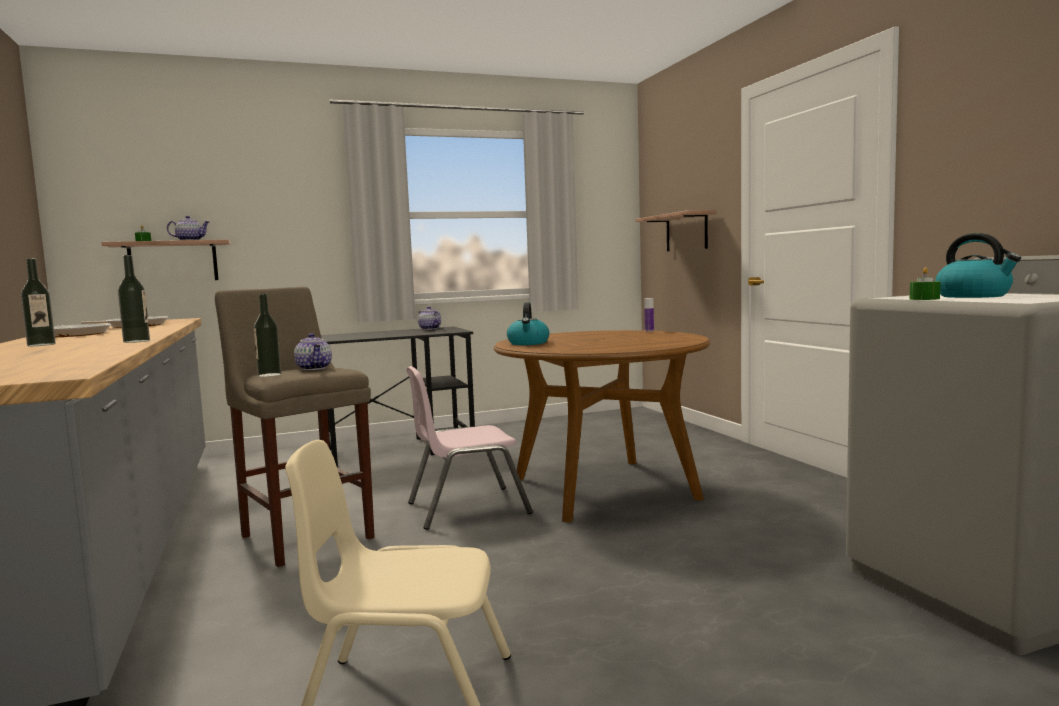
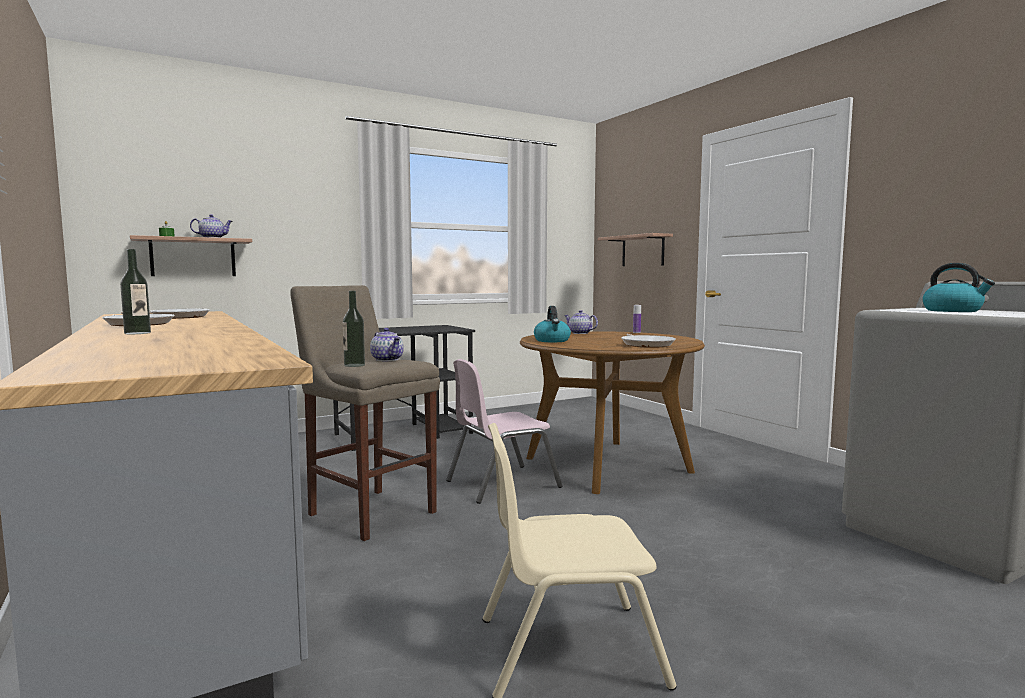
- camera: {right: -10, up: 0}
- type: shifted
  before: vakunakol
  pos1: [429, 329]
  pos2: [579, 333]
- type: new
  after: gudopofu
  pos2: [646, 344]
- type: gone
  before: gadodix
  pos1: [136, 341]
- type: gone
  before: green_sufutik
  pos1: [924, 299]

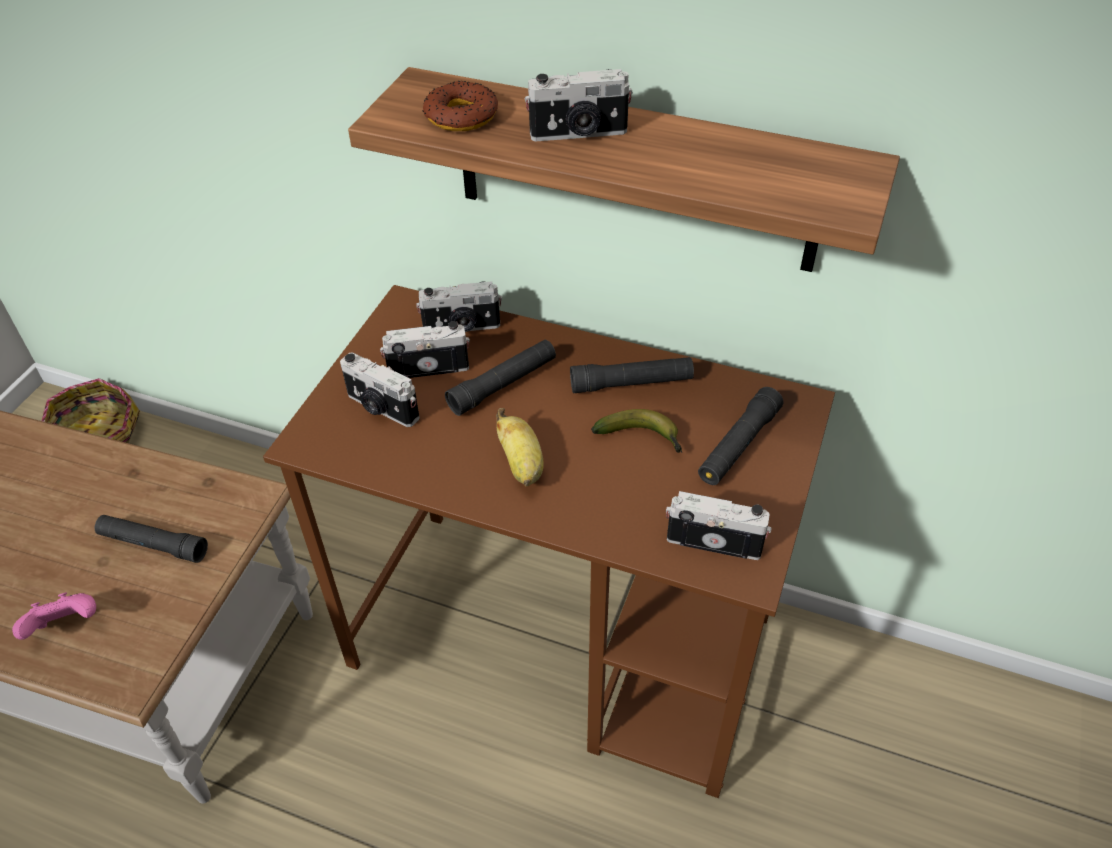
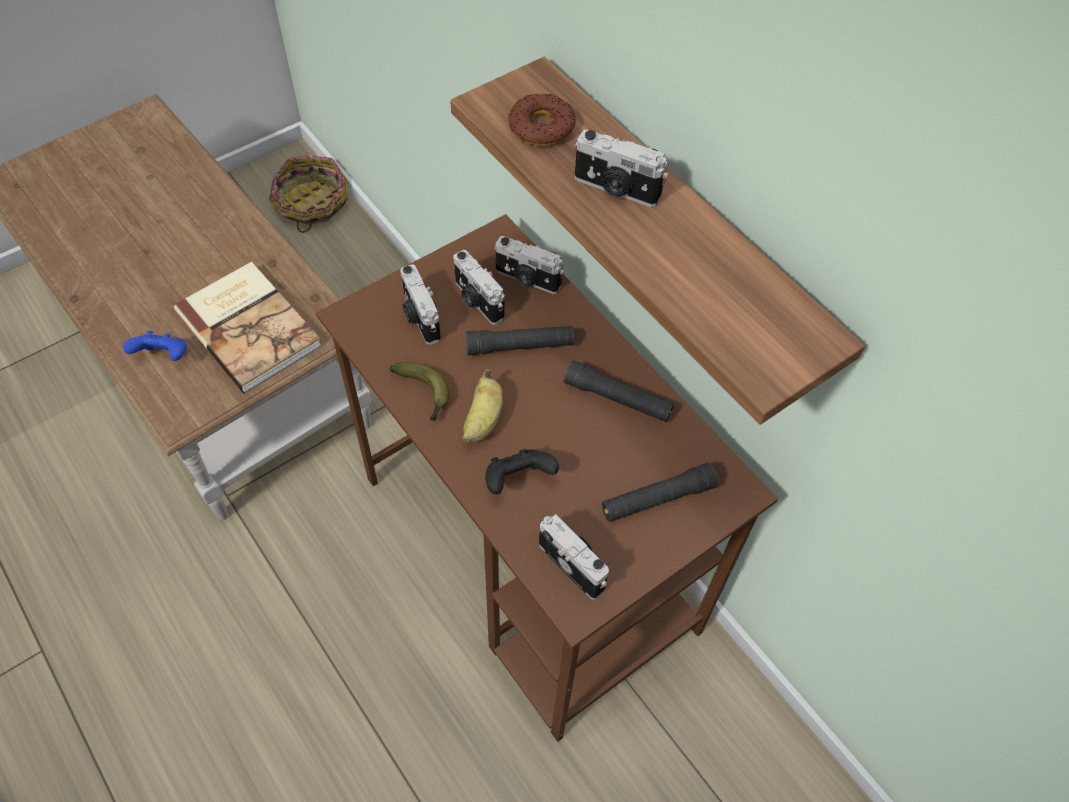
- camera: {right: 30, up: 10}
- type: repainted
  before: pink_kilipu
  after: blue_kilipu
  pos1: [66, 626]
  pos2: [164, 357]
- type: swapped
  before: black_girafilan
  after: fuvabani
  pos1: [153, 544]
  pos2: [250, 327]
- type: shifted
  before: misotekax
  pos1: [642, 438]
  pos2: [424, 394]
- type: rotated
  before: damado
  pos1: [428, 367]
  pos2: [477, 301]
  turn: -150
- type: new
  after: black_kilipu
  pos2: [518, 480]

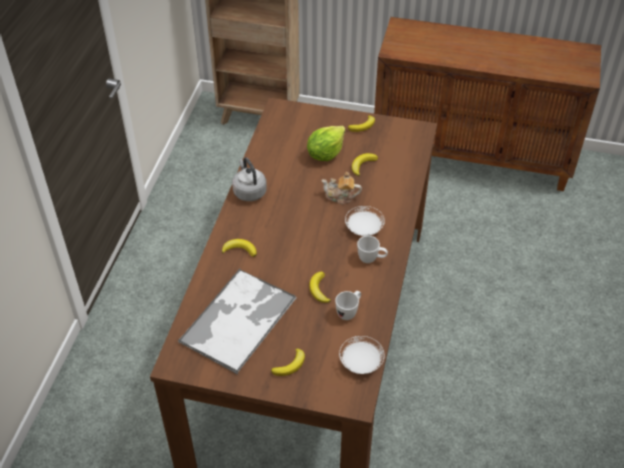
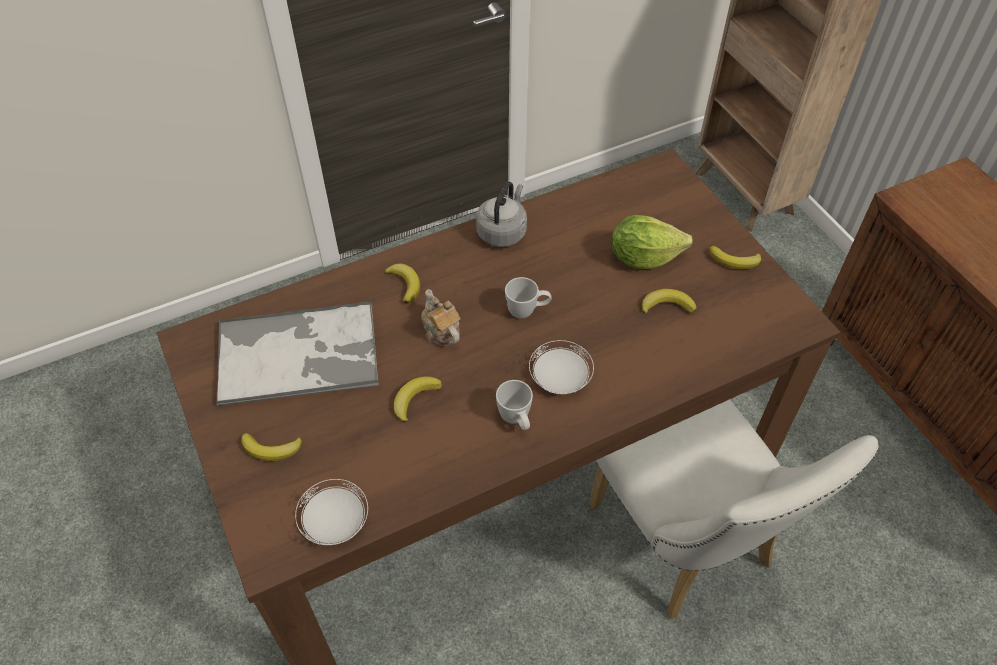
- camera: {right: 50, up: 5}
- type: shifted
  before: vakunakol
  pos1: [340, 196]
  pos2: [441, 331]
- type: shifted
  before: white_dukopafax
  pos1: [349, 312]
  pos2: [527, 311]
- type: new
  after: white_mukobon
  pos2: [688, 545]

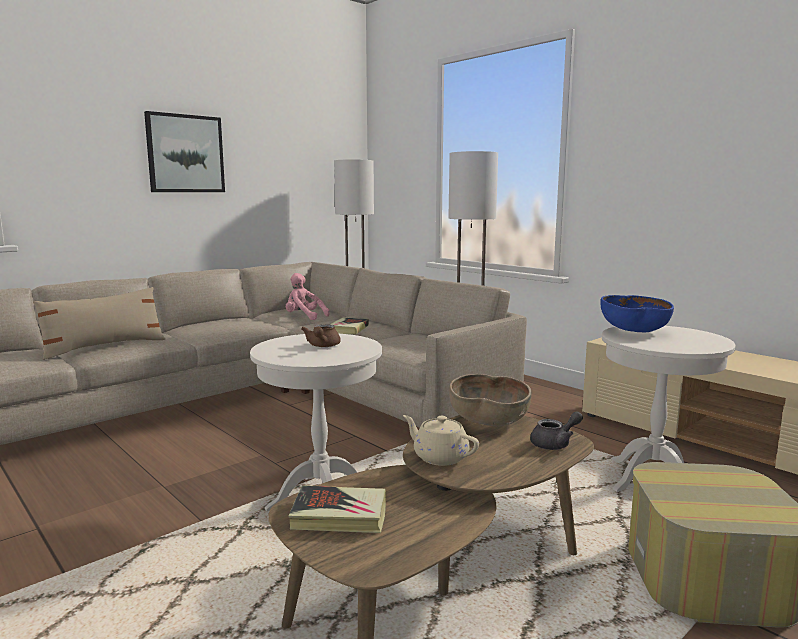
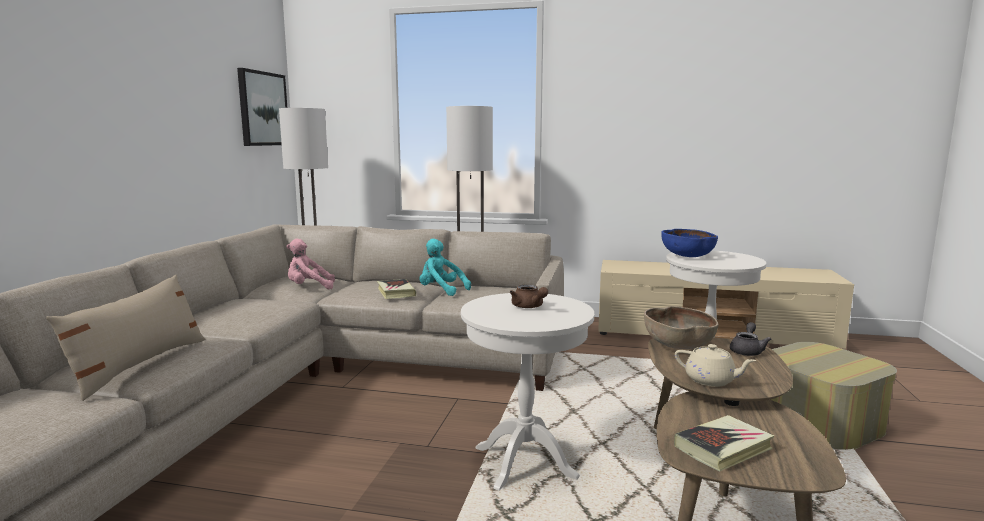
- camera: {right: -35, up: 0}
- type: shifted
  before: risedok
  pos1: [185, 154]
  pos2: [262, 109]
- type: new
  after: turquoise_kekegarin
  pos2: [441, 291]
- type: rotated
  before: beige_vakunakol
  pos1: [439, 457]
  pos2: [711, 380]
  turn: -150

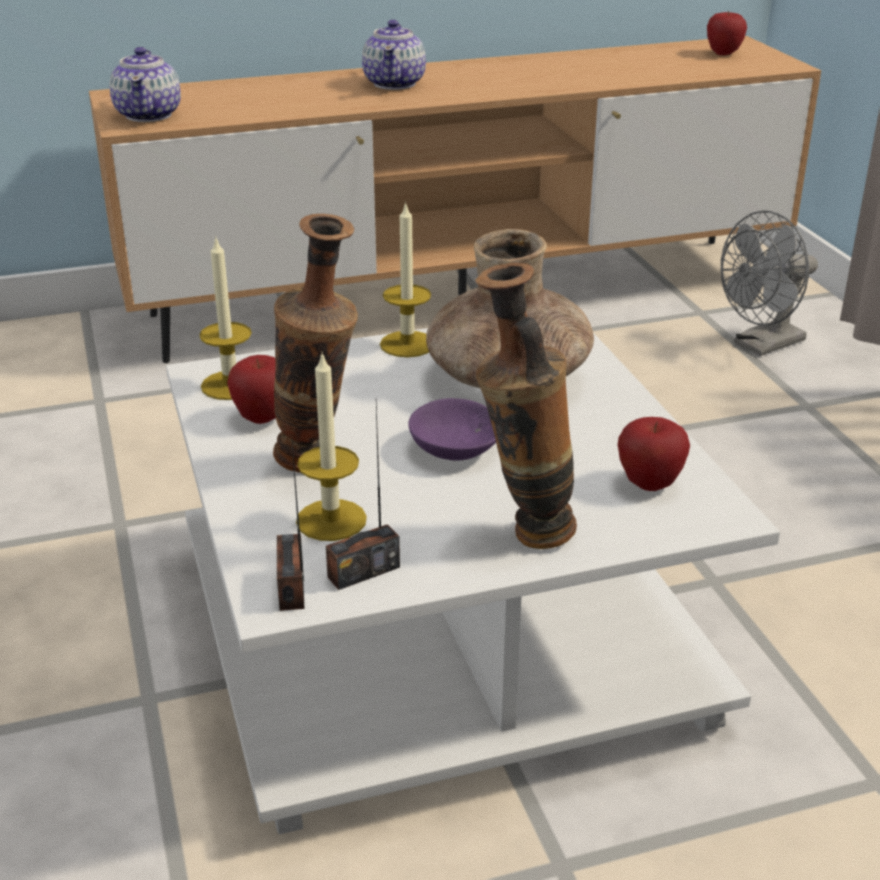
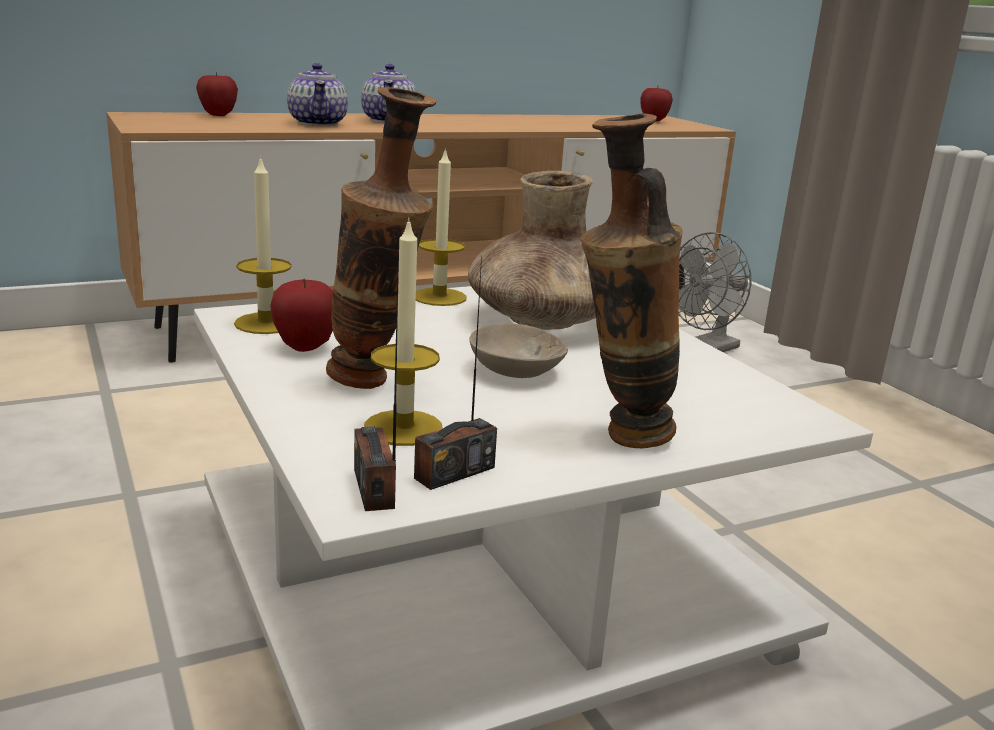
- camera: {right: -10, up: -10}
- type: shifted
  before: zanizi
  pos1: [649, 484]
  pos2: [218, 115]
- type: shifted
  before: vakunakol
  pos1: [149, 115]
  pos2: [318, 123]
- type: repainted
  before: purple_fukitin
  after: beige_fukitin
  pos1: [452, 448]
  pos2: [512, 370]

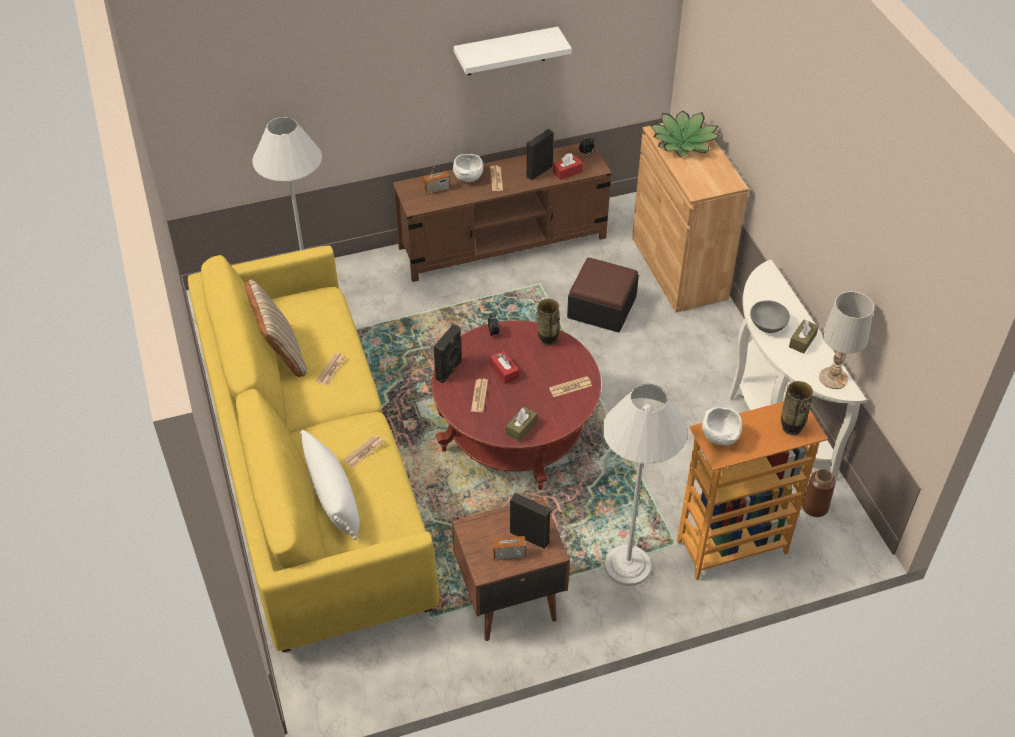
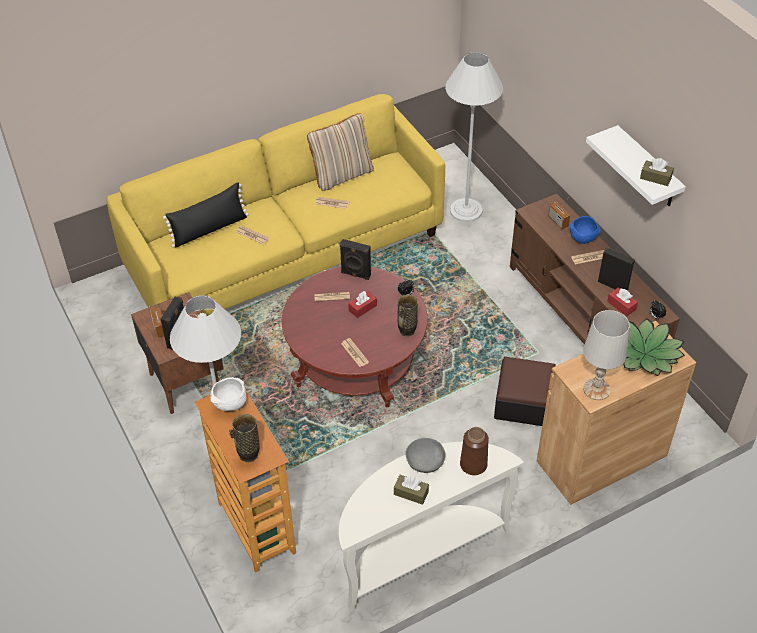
- camera: {right: 80, up: 0}
- type: repainted
  before: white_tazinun
  after: black_tazinun
  pos1: [333, 497]
  pos2: [209, 229]
- type: shifted
  before: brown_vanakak
  pos1: [815, 507]
  pos2: [473, 465]
- type: repainted
  before: white_fukitin
  after: blue_fukitin
  pos1: [468, 177]
  pos2: [583, 239]
- type: shifted
  before: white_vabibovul
  pos1: [832, 378]
  pos2: [596, 389]
- type: shifted
  before: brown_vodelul
  pos1: [521, 428]
  pos2: [655, 178]

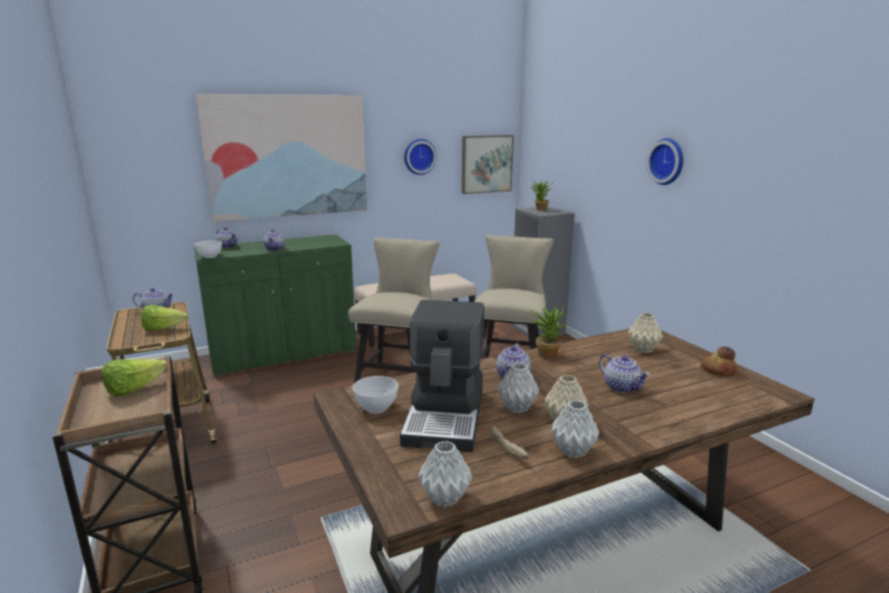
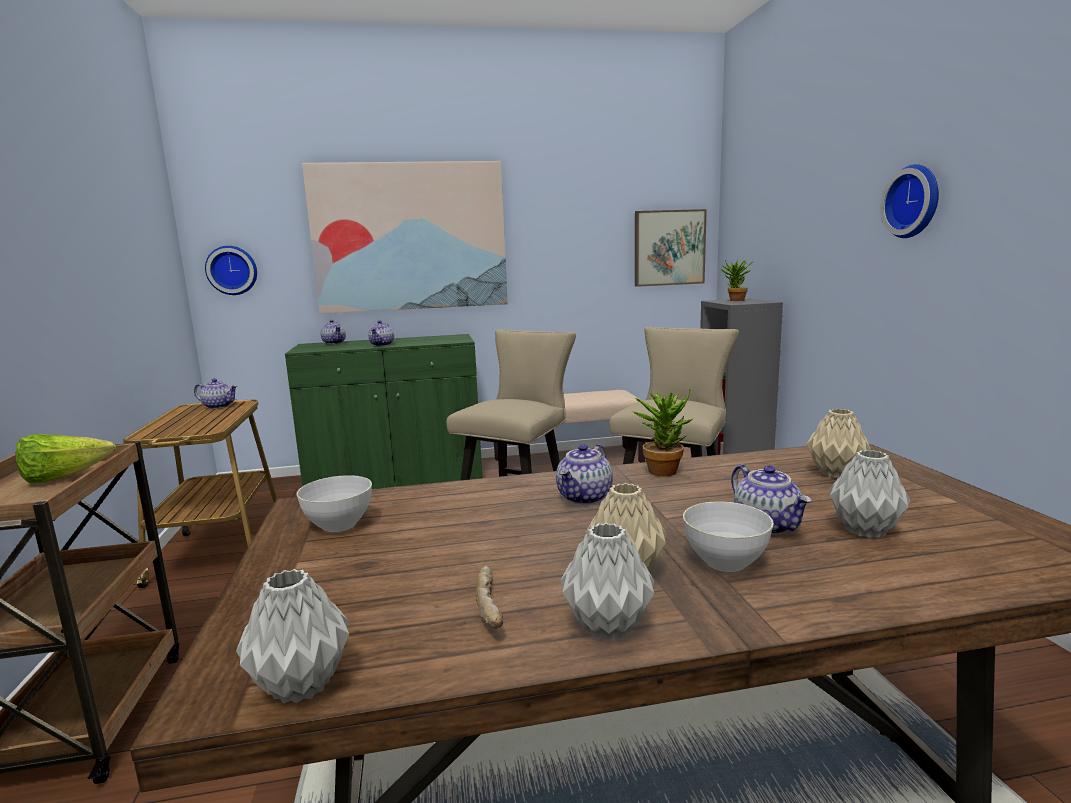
- camera: {right: 15, up: -5}
- type: shifted
  before: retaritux
  pos1: [419, 156]
  pos2: [232, 270]
- type: shifted
  before: white_fukitin
  pos1: [210, 256]
  pos2: [725, 562]
- type: shifted
  before: grey_vanakak
  pos1: [518, 408]
  pos2: [866, 531]
- type: gone
  before: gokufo
  pos1: [163, 329]
- type: gone
  before: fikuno
  pos1: [446, 416]
- type: gone
  before: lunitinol
  pos1: [717, 370]

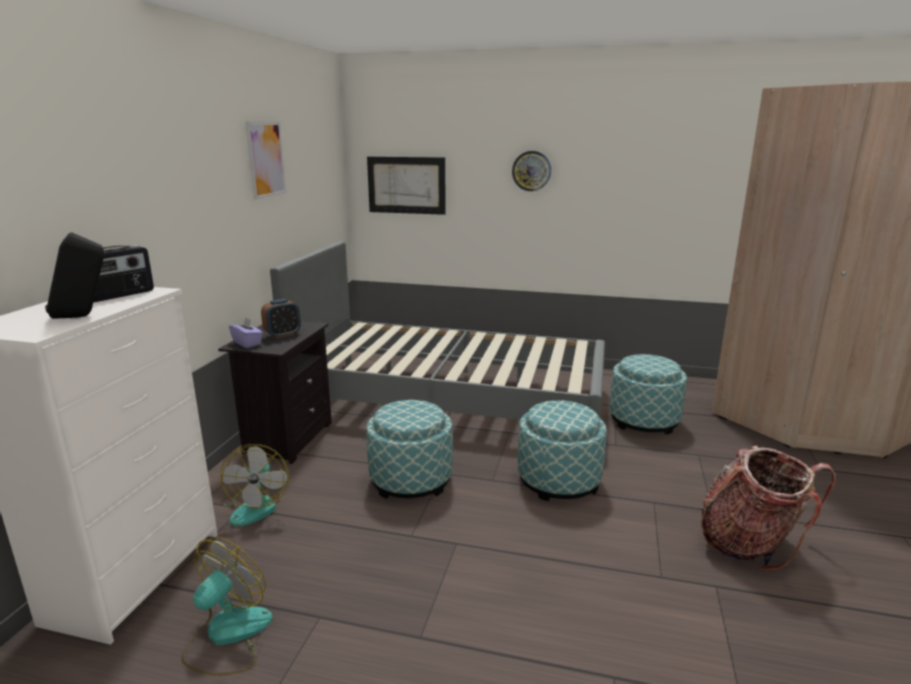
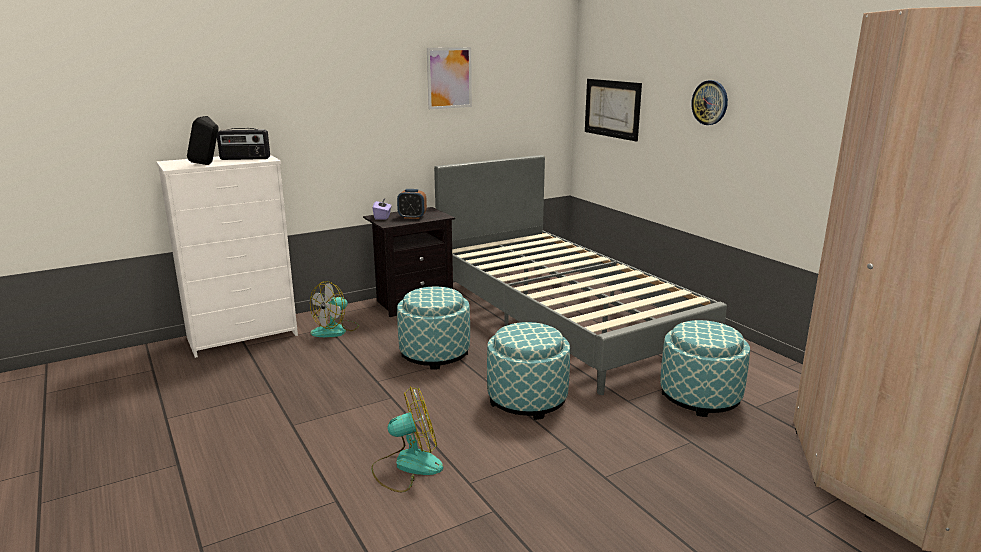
- camera: {right: 45, up: 0}
- type: shifted
  before: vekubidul
  pos1: [227, 636]
  pos2: [407, 466]
- type: gone
  before: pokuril
  pos1: [750, 544]

